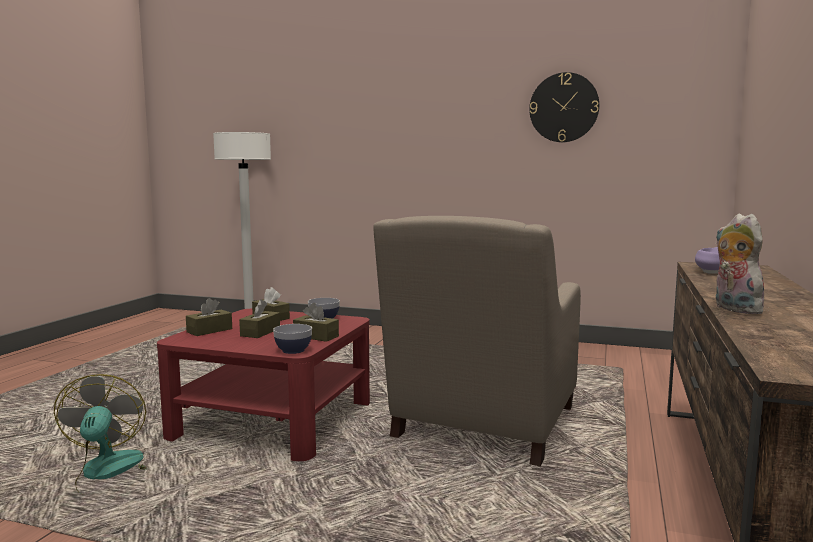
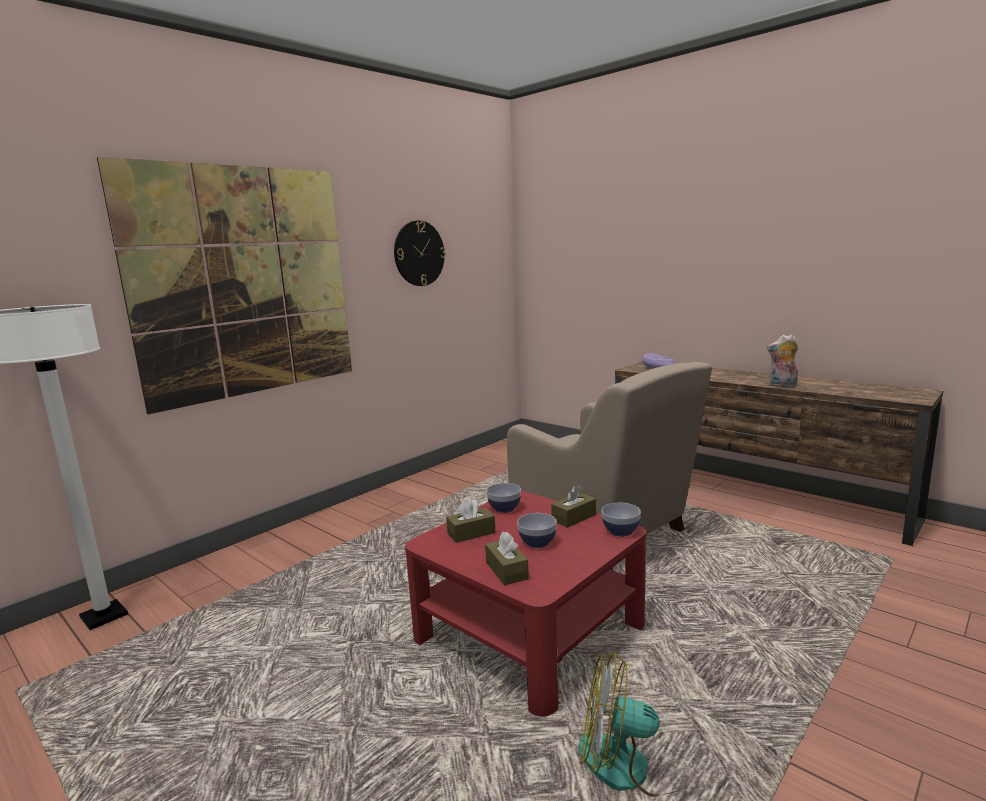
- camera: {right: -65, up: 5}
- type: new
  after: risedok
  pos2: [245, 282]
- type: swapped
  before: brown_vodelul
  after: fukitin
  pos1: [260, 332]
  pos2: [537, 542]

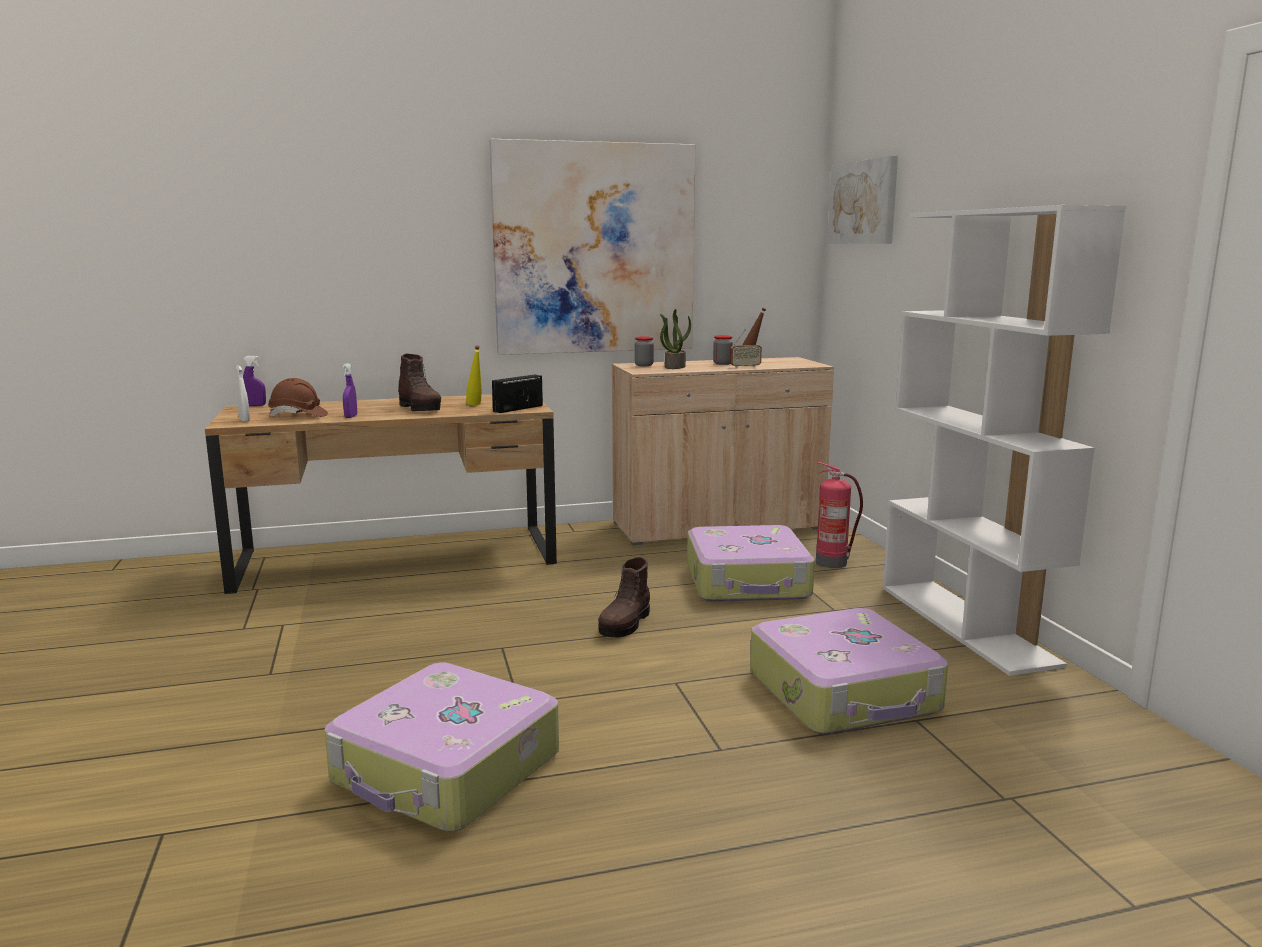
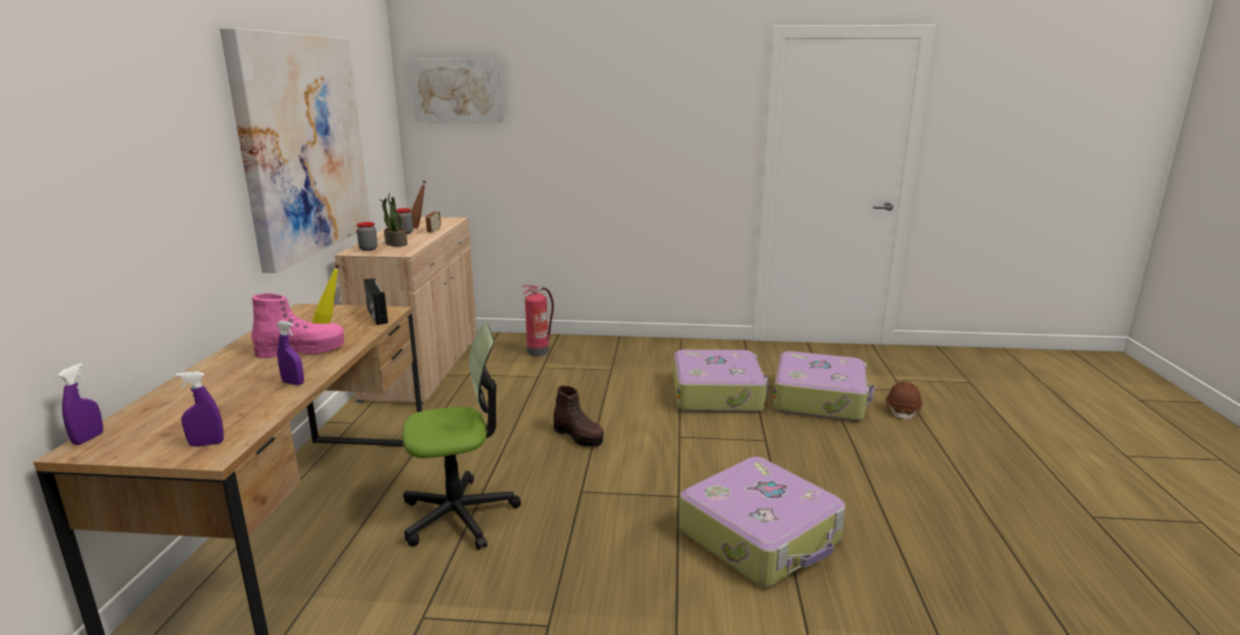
- camera: {right: -70, up: 5}
- type: repainted
  before: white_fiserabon
  after: purple_fiserabon
  pos1: [244, 420]
  pos2: [206, 444]
- type: repainted
  before: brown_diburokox
  after: pink_diburokox
  pos1: [420, 408]
  pos2: [301, 350]
- type: new
  after: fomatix
  pos2: [459, 515]
- type: shifted
  before: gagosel
  pos1: [748, 582]
  pos2: [820, 399]
- type: shifted
  before: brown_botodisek
  pos1: [298, 416]
  pos2: [902, 410]
- type: gone
  before: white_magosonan
  pos1: [967, 624]

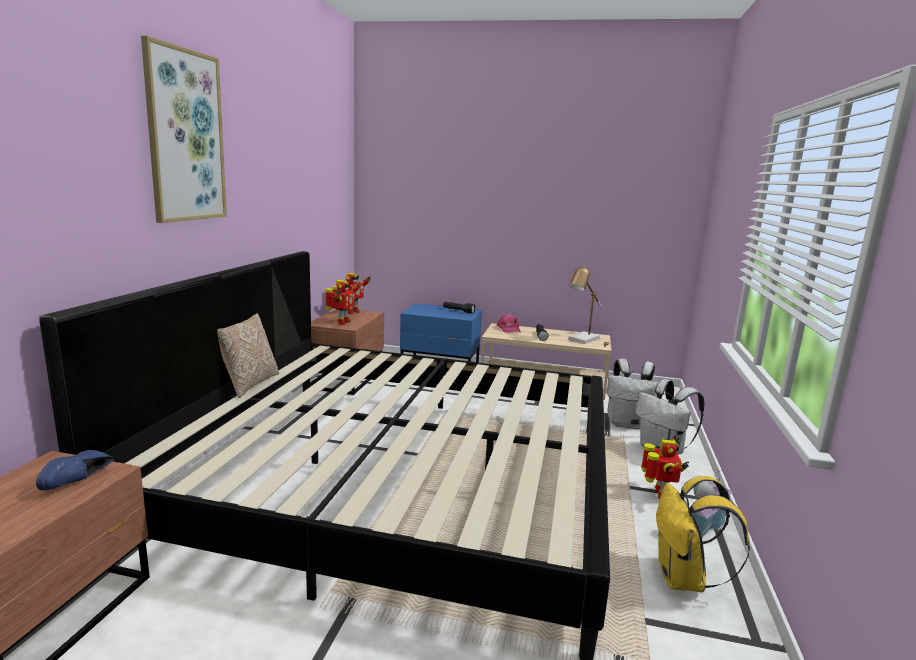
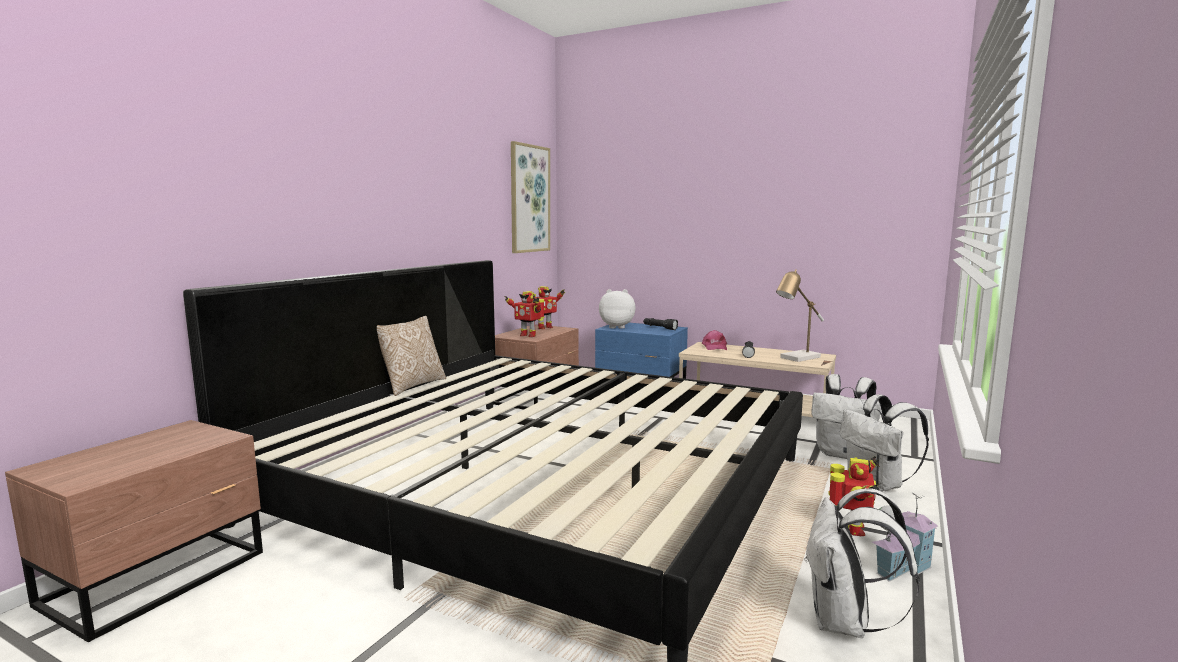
- camera: {right: 15, up: -5}
- type: rotated
  before: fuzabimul
  pos1: [342, 322]
  pos2: [528, 335]
  turn: 90
- type: shifted
  before: risedok
  pos1: [185, 136]
  pos2: [529, 199]
- type: new
  after: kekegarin
  pos2: [617, 327]
- type: repainted
  before: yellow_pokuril
  after: white_pokuril
  pos1: [684, 580]
  pos2: [844, 623]
- type: gone
  before: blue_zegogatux
  pos1: [80, 480]

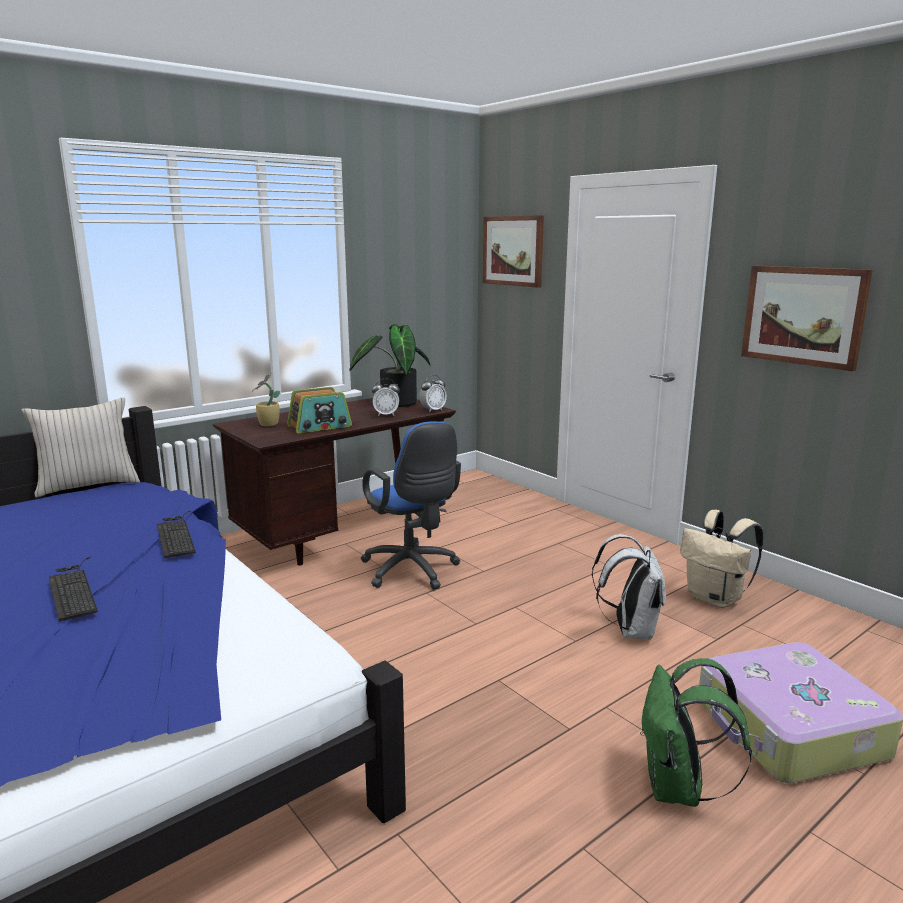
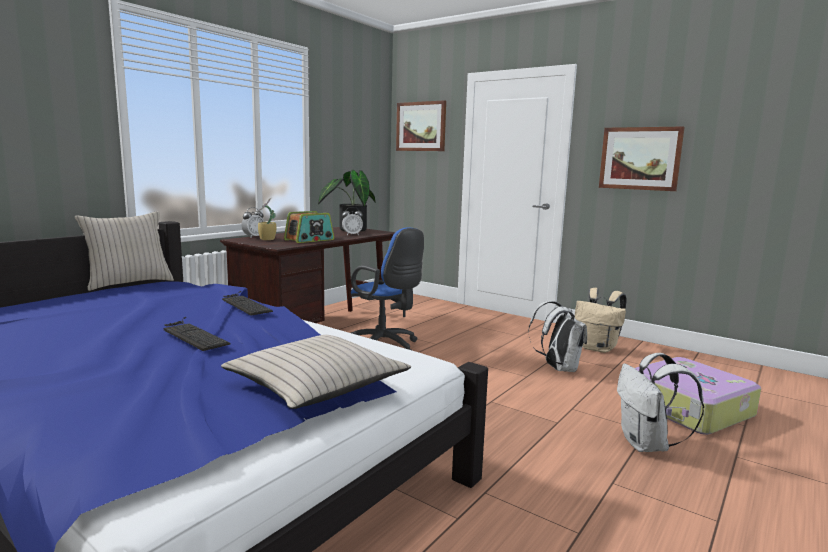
- camera: {right: -15, up: -5}
- type: new
  after: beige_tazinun
  pos2: [316, 385]
- type: shifted
  before: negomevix
  pos1: [433, 410]
  pos2: [253, 237]
- type: repainted
  before: green_pokuril
  after: white_pokuril
  pos1: [678, 788]
  pos2: [647, 445]

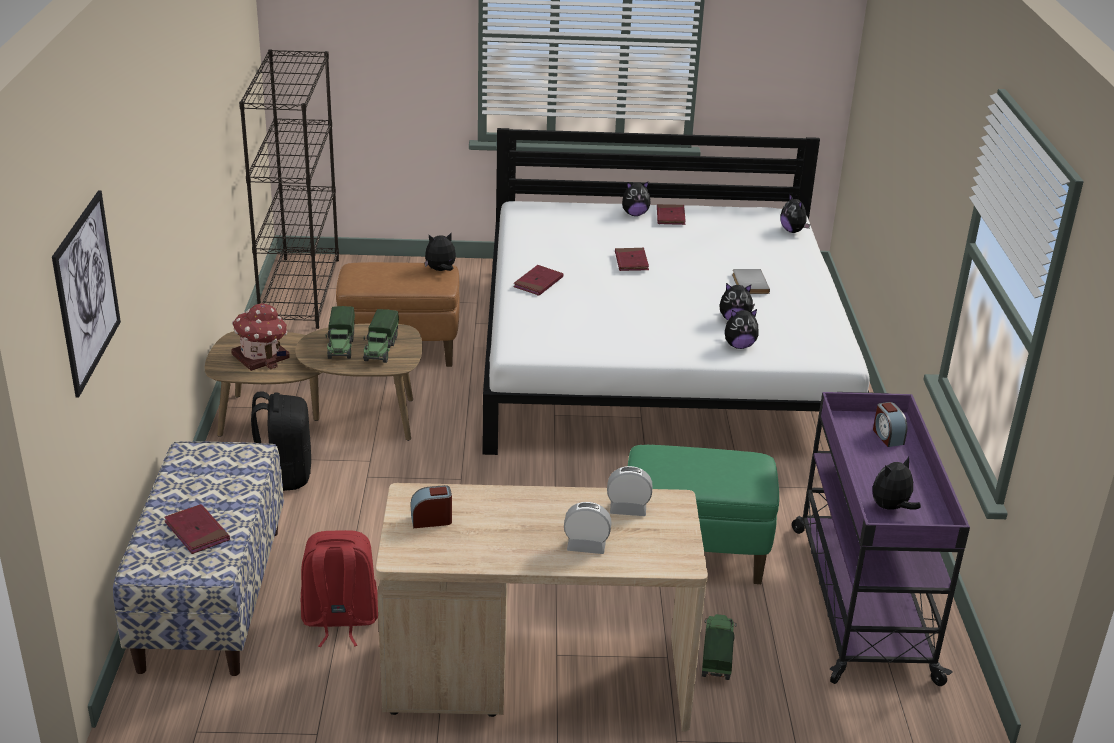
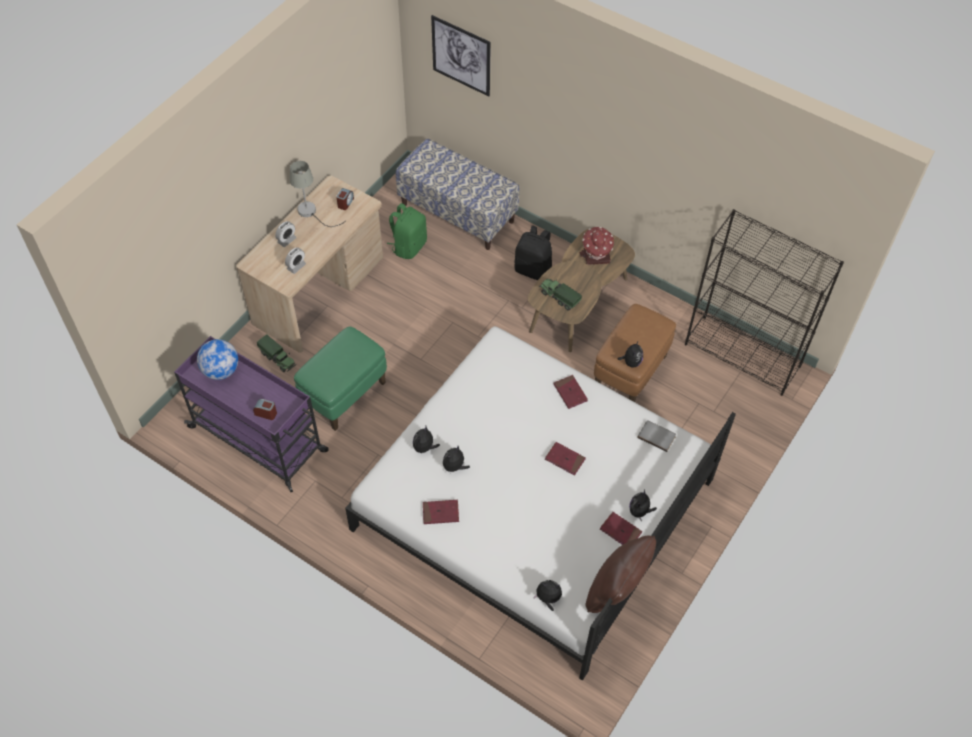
- camera: {right: 125, up: 25}
- type: swapped
  before: kekegarin
  after: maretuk
  pos1: [891, 508]
  pos2: [221, 371]
- type: new
  after: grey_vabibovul
  pos2: [311, 213]
- type: repainted
  before: red_pokuril
  after: green_pokuril
  pos1: [339, 620]
  pos2: [409, 246]
- type: shifted
  before: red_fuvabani
  pos1: [197, 532]
  pos2: [440, 513]
- type: new
  after: brown_tazinun
  pos2: [616, 589]
- type: shifted
  before: grey_fuvabani
  pos1: [748, 283]
  pos2: [657, 436]
- type: gone
  before: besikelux
  pos1: [341, 346]

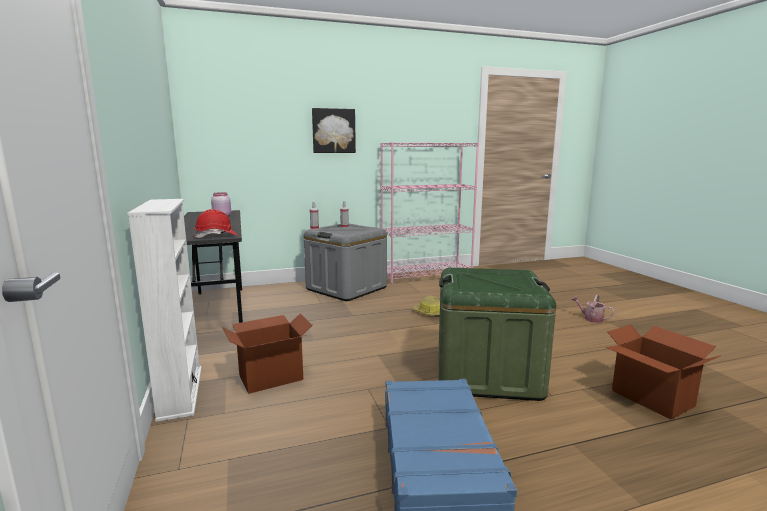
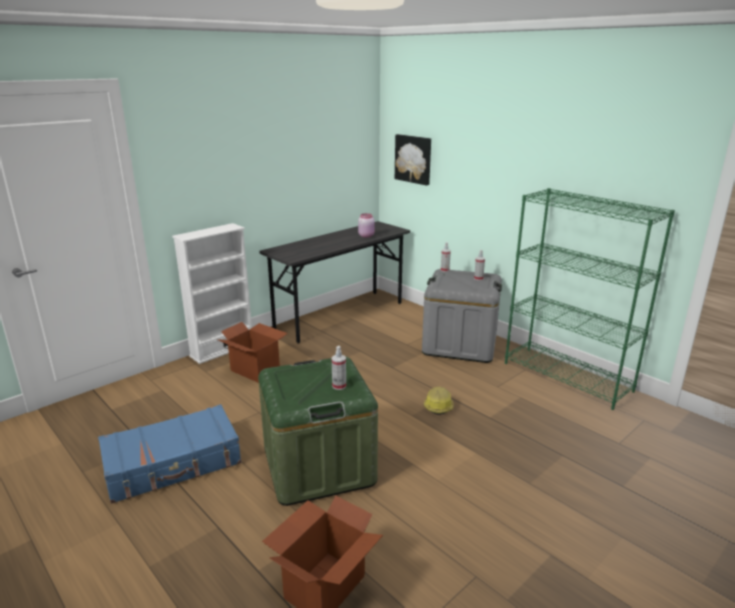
- camera: {right: 65, up: 10}
- type: new
  after: fiserabon
  pos2: [339, 386]
- type: shifted
  before: risedok
  pos1: [333, 131]
  pos2: [413, 159]
- type: repainted
  before: pink_magosonan
  after: green_magosonan
  pos1: [426, 275]
  pos2: [567, 377]
- type: gone
  before: red_botodisek
  pos1: [216, 236]
- type: gone
  before: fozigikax
  pos1: [590, 318]

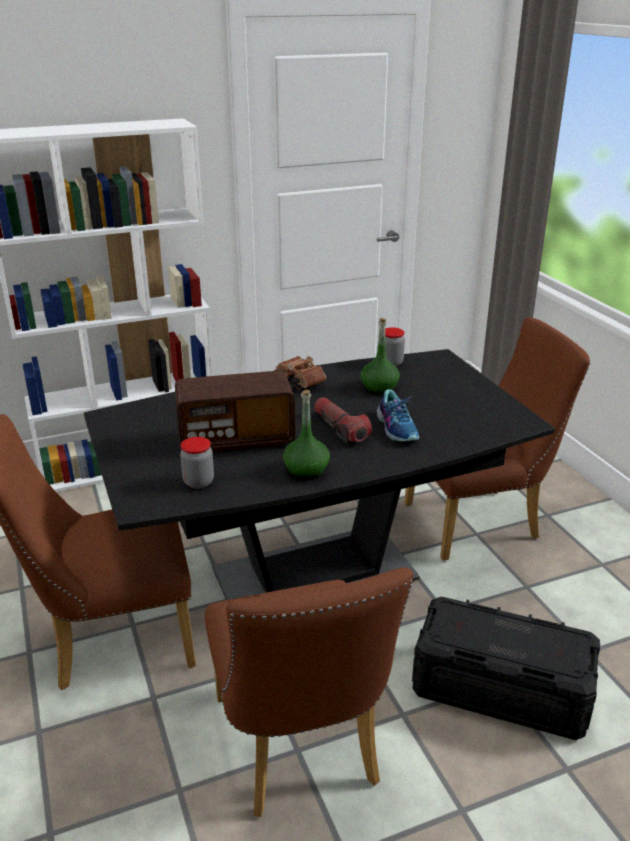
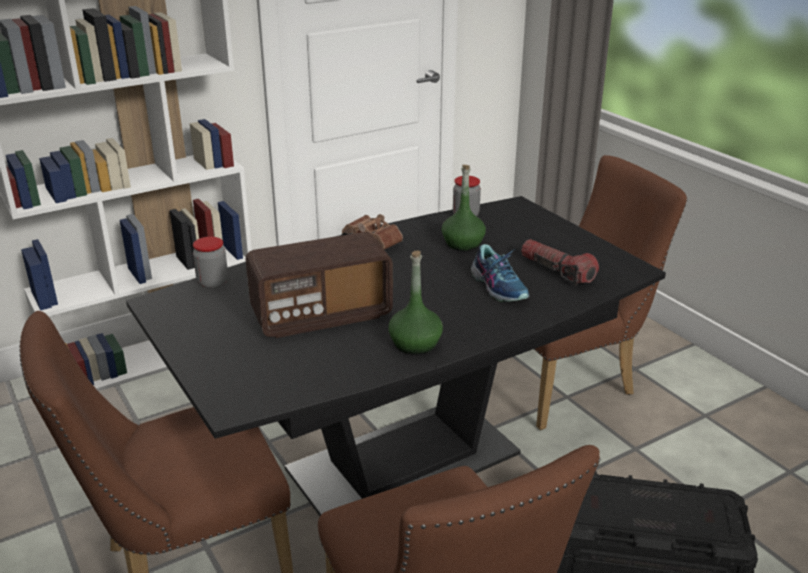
- camera: {right: -10, up: 0}
- type: shifted
  before: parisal
  pos1: [198, 482]
  pos2: [213, 283]
- type: shifted
  before: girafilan
  pos1: [340, 428]
  pos2: [557, 271]

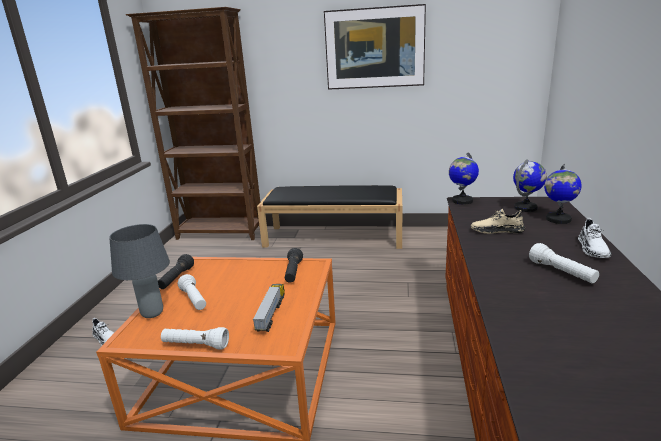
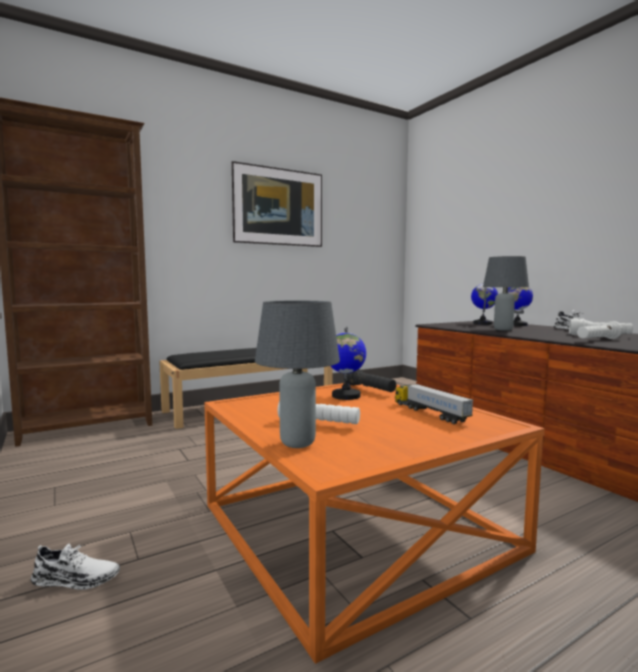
- camera: {right: -40, up: -15}
- type: shifted
  before: maretuk
  pos1: [462, 201]
  pos2: [345, 396]
- type: swapped
  before: beige_zegogatux
  after: grey_vabibovul
  pos1: [497, 230]
  pos2: [503, 329]
- type: shifted
  before: white_girafilan
  pos1: [195, 345]
  pos2: [598, 340]
- type: gone
  before: black_girafilan
  pos1: [176, 279]

